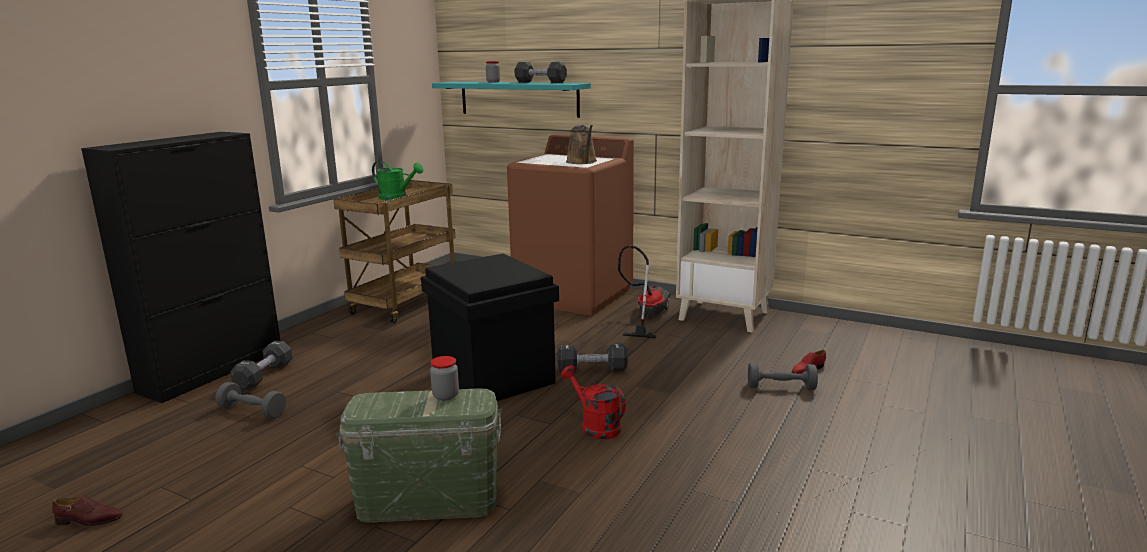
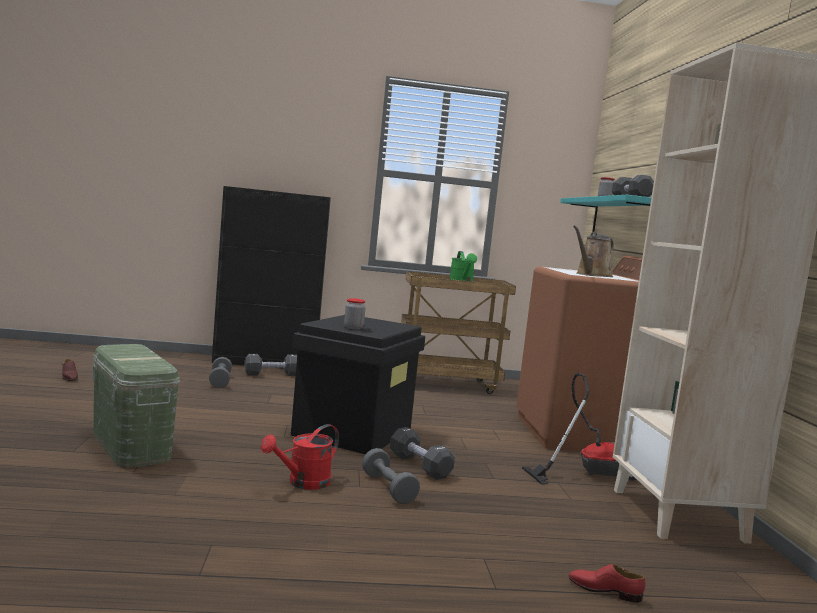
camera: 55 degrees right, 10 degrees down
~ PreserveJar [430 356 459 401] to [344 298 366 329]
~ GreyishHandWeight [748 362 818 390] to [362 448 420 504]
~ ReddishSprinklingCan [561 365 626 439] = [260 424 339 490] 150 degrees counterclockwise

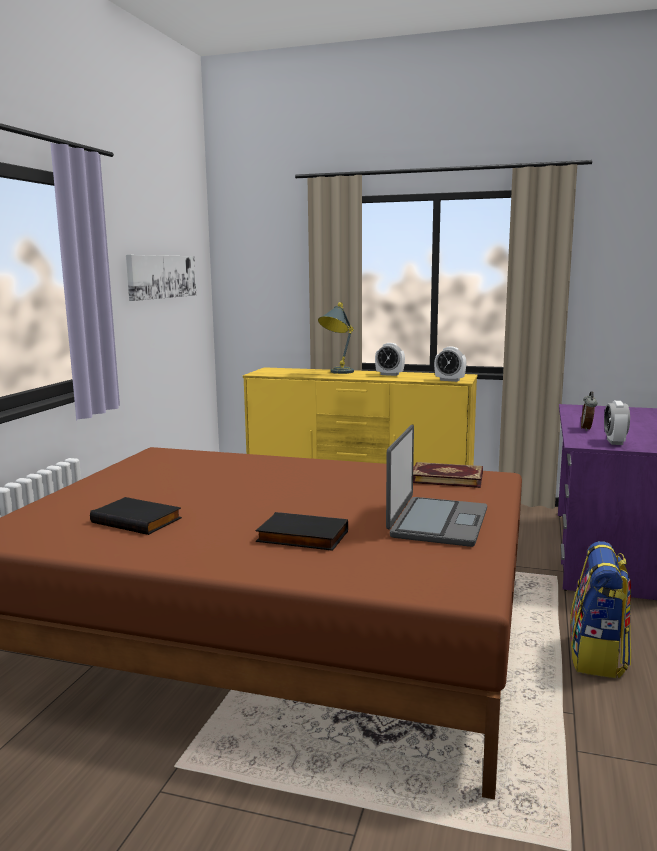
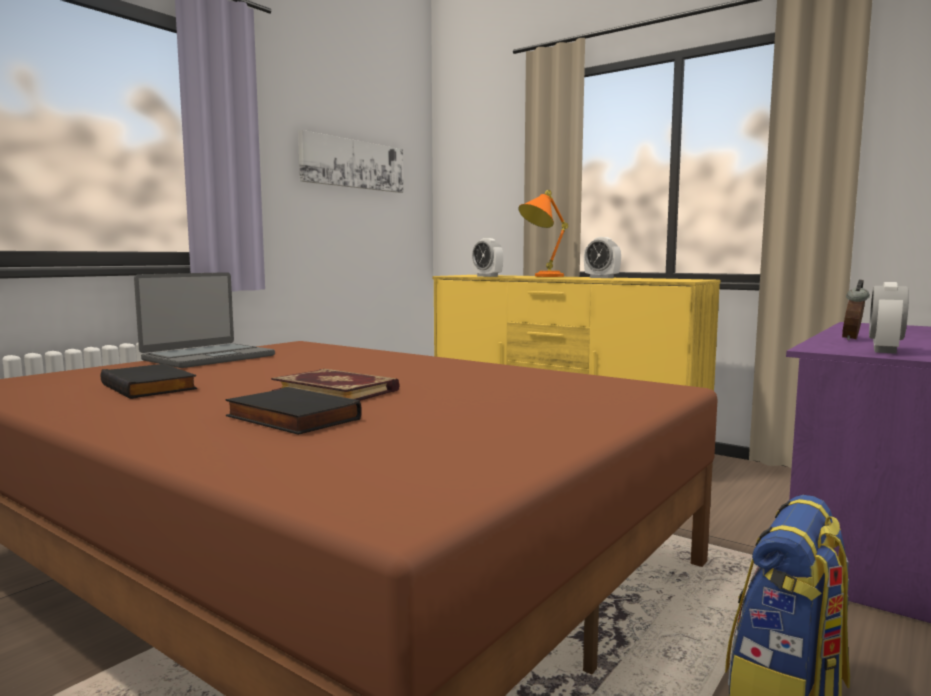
camera: 20 degrees right, 5 degrees down
~ GreyishTableLamp [318 302 354 374] to OrangeColouredTableLamp [518 190 569 277]
~ TableClock [434 347 466 382] to [472 238 503 277]
~ Laptop [386 424 487 547] to [134 272 275 368]
~ Book [413 462 483 488] to [271 369 400 401]

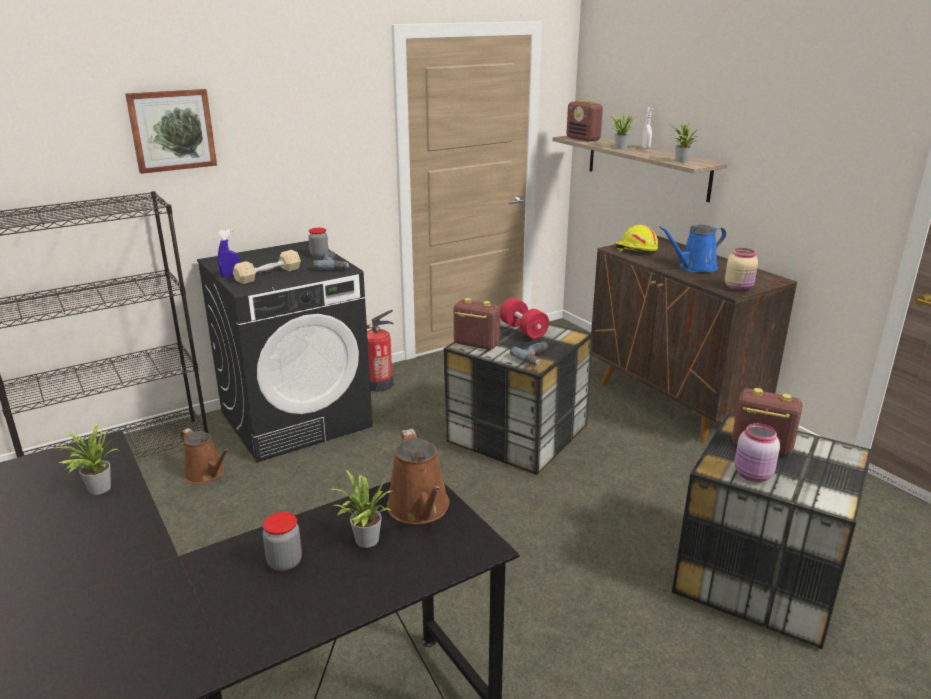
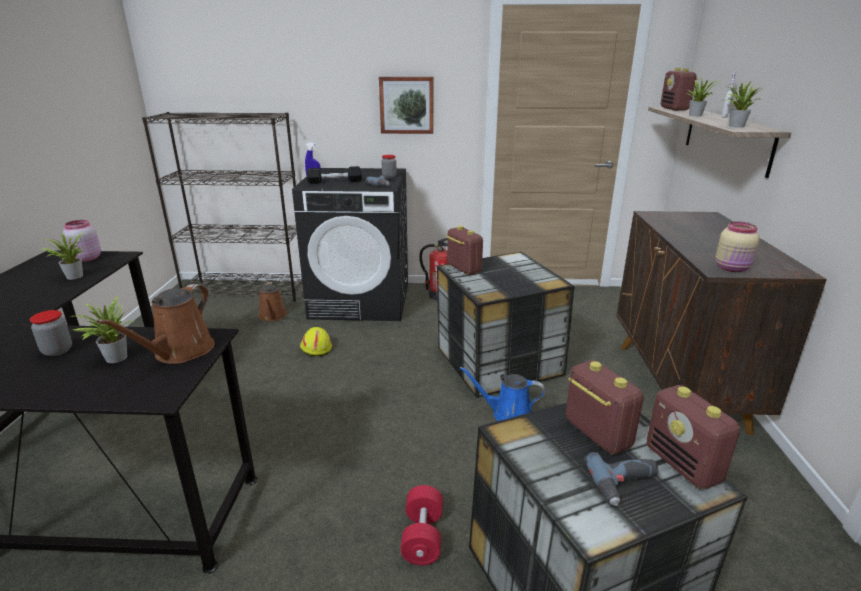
camera: 35 degrees right, 0 degrees up
~ WallArt [125 89 217 174] to [379 77 434 134]
~ YellowHardHat [615 225 658 253] to [300 327 332 357]
~ BluishSprinklingCan [659 225 726 272] to [459 366 545 421]
~ BeigeHandWeight [233 250 301 284] to BlackHandWeight [307 166 362 184]
~ ReddishHandWeight [500 298 549 339] to [400 485 443 565]
~ ElectricDrill [510 341 548 366] to [584 452 658 506]
~ PinkishPreserveJar [735 423 780 482] to [63 220 101 262]
+ Radio [647 385 740 489]

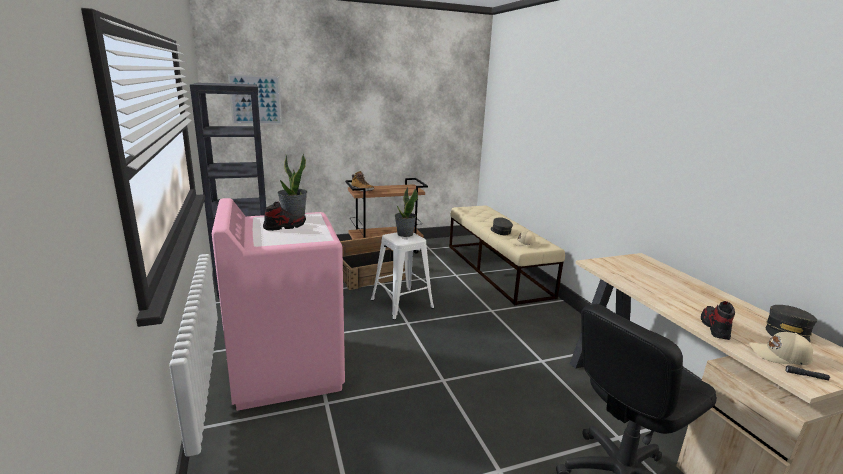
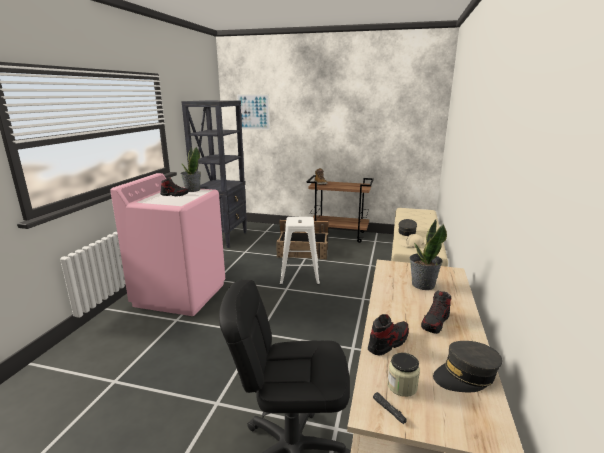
camera: 35 degrees right, 0 degrees up
~ Houseplant [395 187 418 237] to [410 219 447 290]
~ BeigeBaseballCap [749 332 813 365] to PreserveJar [387 353 420 397]
+ Shoe [421 291 451 334]

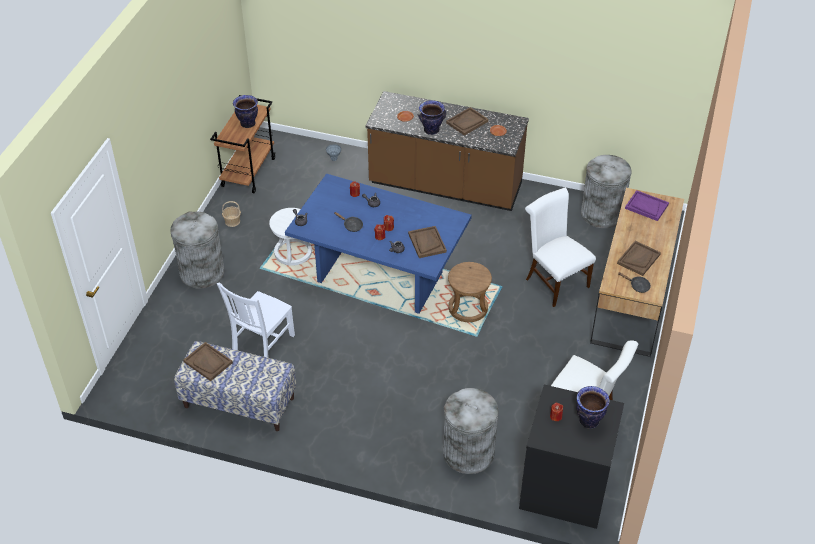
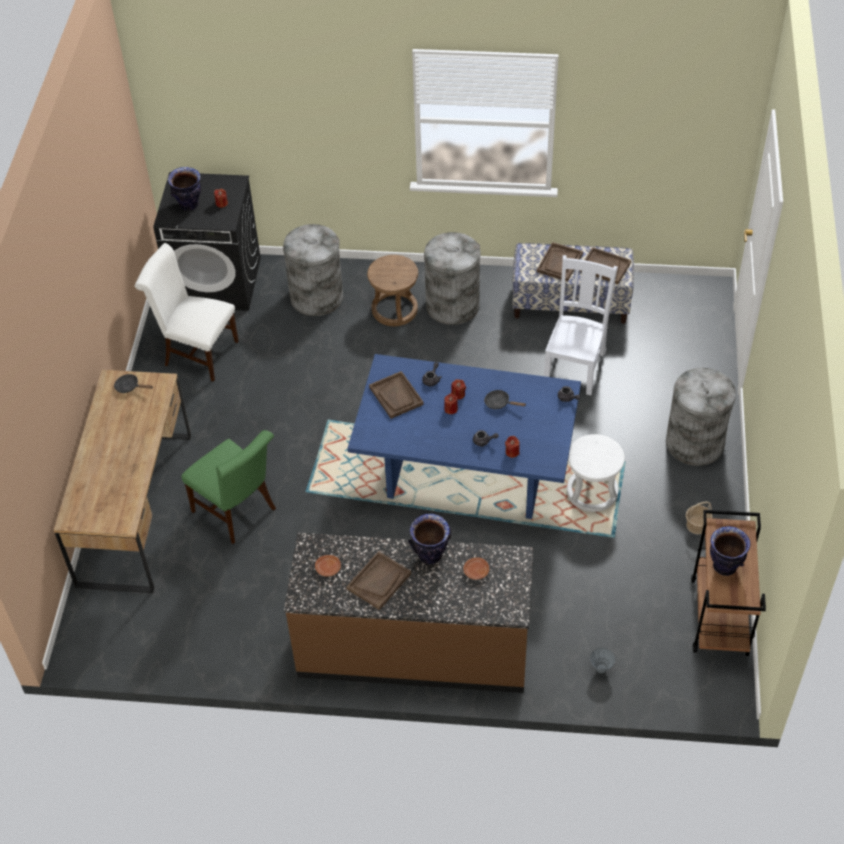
camera: 170 degrees right, 5 degrees up
~ GreyishWasteBin [581 155 631 228] to [424 232 481 325]
~ WhiteUprightChair [525 188 596 307] to GreenUprightChair [181 430 276 544]
- PurpleColouredCarryingTray [625 190 669 221]
~ BrownishCarryingTray [617 241 661 276] to [537 242 583 281]
~ BrownishStoolSeat [448 262 492 322] to [367 255 418 326]

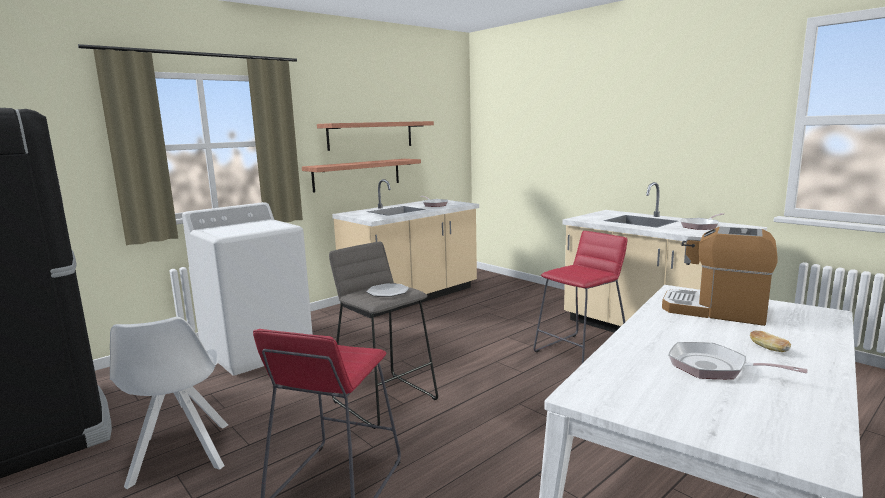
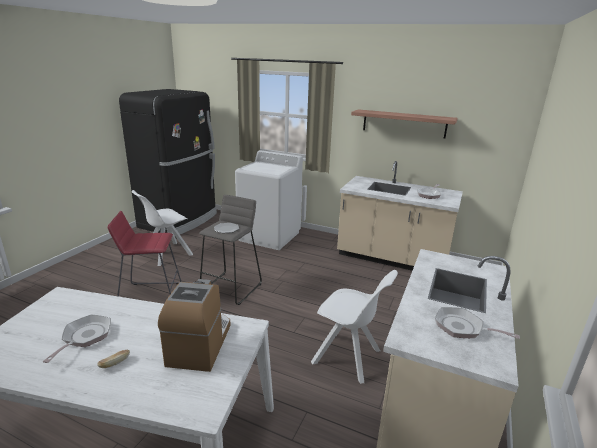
camera: 65 degrees right, 10 degrees up
- Shelf [302 159 421 193]
~ ReddishStoolSeat [533 231 628 364] to WhiteUprightChair [311 270 398 384]

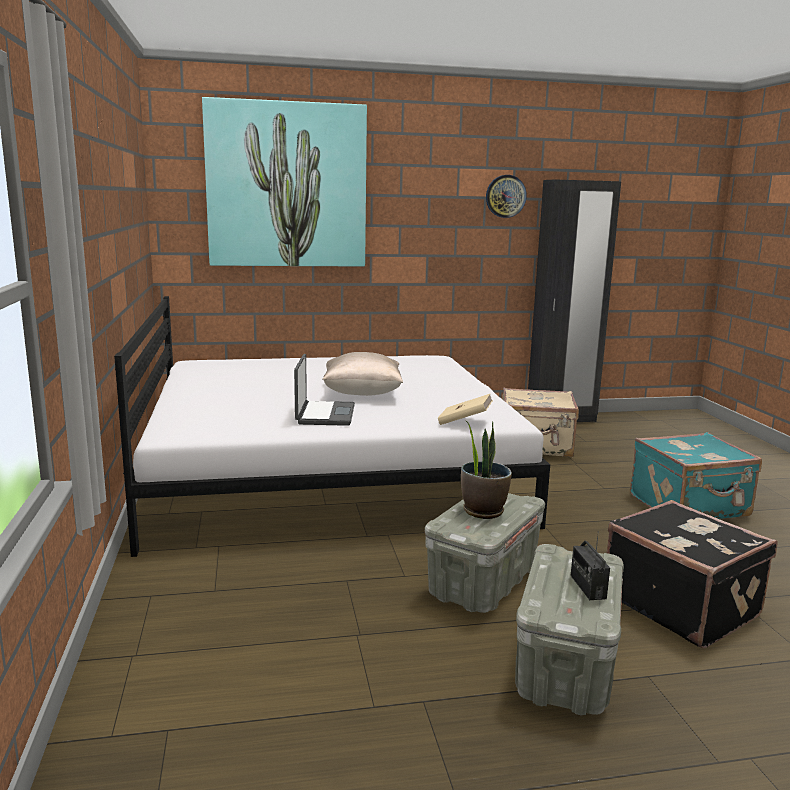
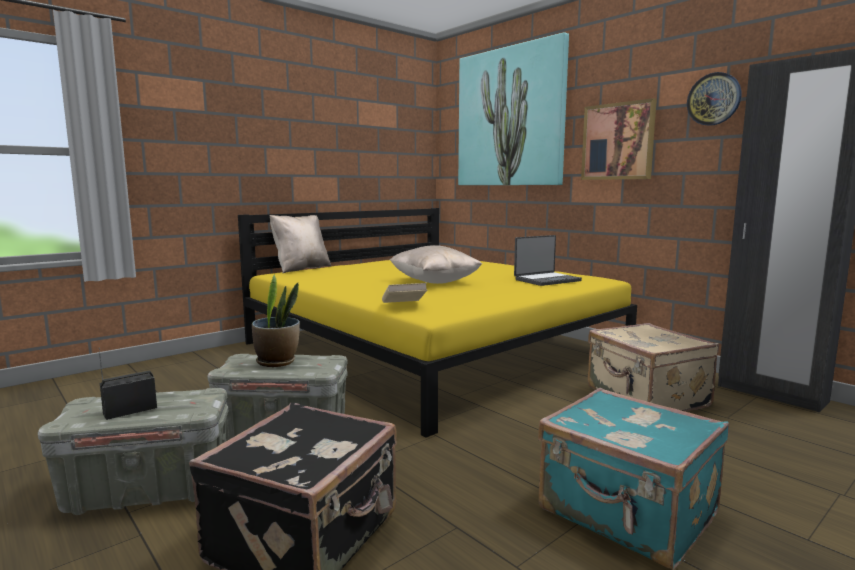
camera: 60 degrees right, 5 degrees down
~ WhiteBedroomBed [114 296 550 557] to YellowBedroomBed [238 208 637 438]
~ Laptop [294 354 355 426] to [514 235 582 286]
+ WallArt [581 98 657 180]
+ BeigePillow [270 215 331 273]

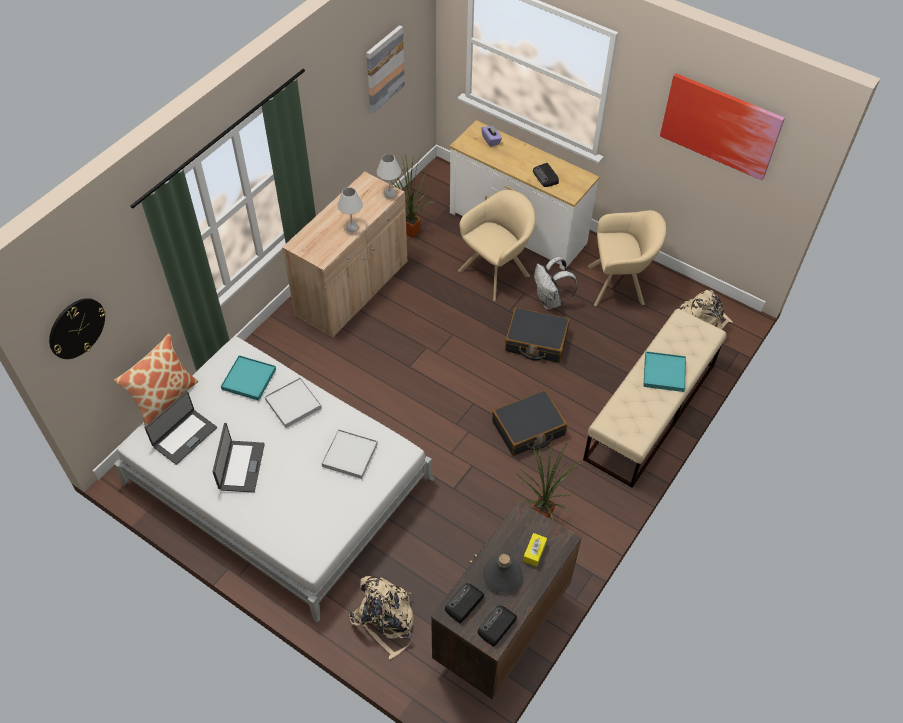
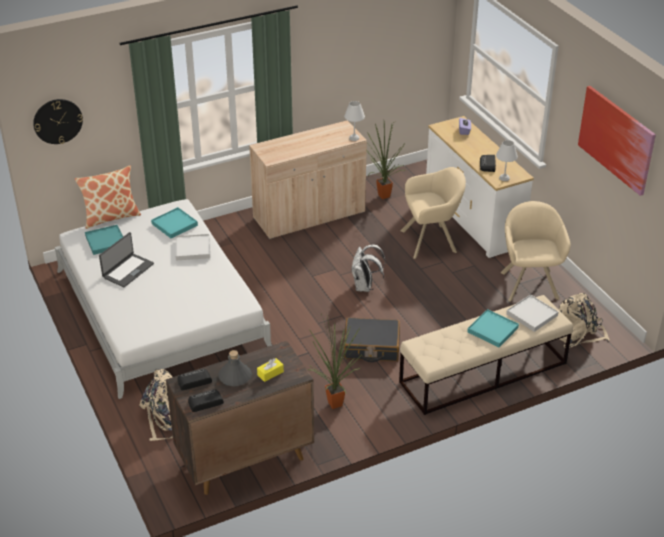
camera: 30 degrees right, 15 degrees down
- WallArt [366 25 405 113]
~ WhiteTableLamp [337 187 363 232] to [496 140 518 181]
~ BeigeArmchair [588 210 666 306] = [501 201 571 302] 120 degrees counterclockwise
~ WhiteBackpack [534 257 578 309] to [352 245 386 292]
- BlackPieceOfLuggage [505 307 570 363]
~ Laptop [145 391 217 465] to TurquoiseColouredCarryingTray [85 225 123 255]
~ WhiteCarryingTray [321 429 378 479] to [506 294 558 332]

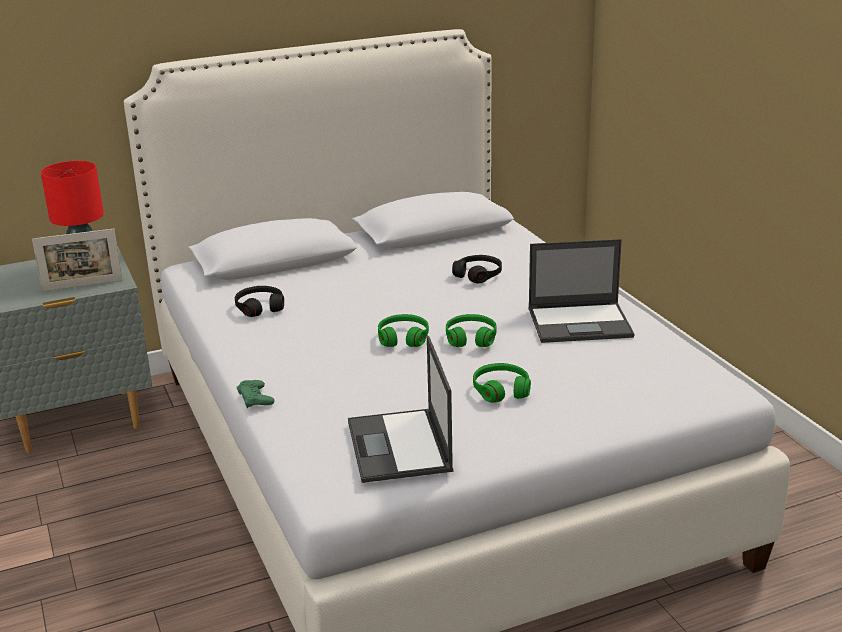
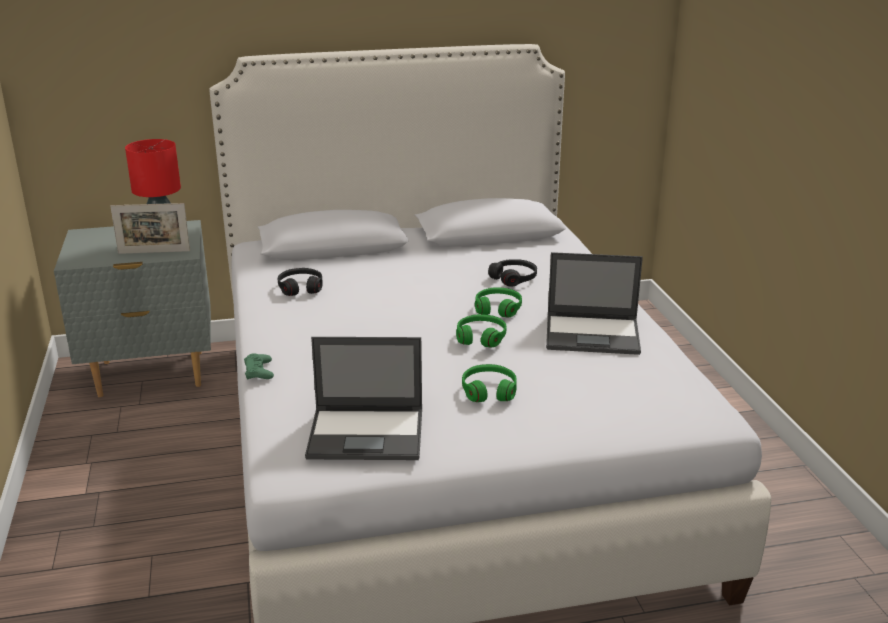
camera: 10 degrees right, 0 degrees up
~ GreenPairOfHeadphones [378 314 429 347] to [475 287 522 317]
~ Laptop [348 336 454 483] = [305 337 422 460] 90 degrees counterclockwise

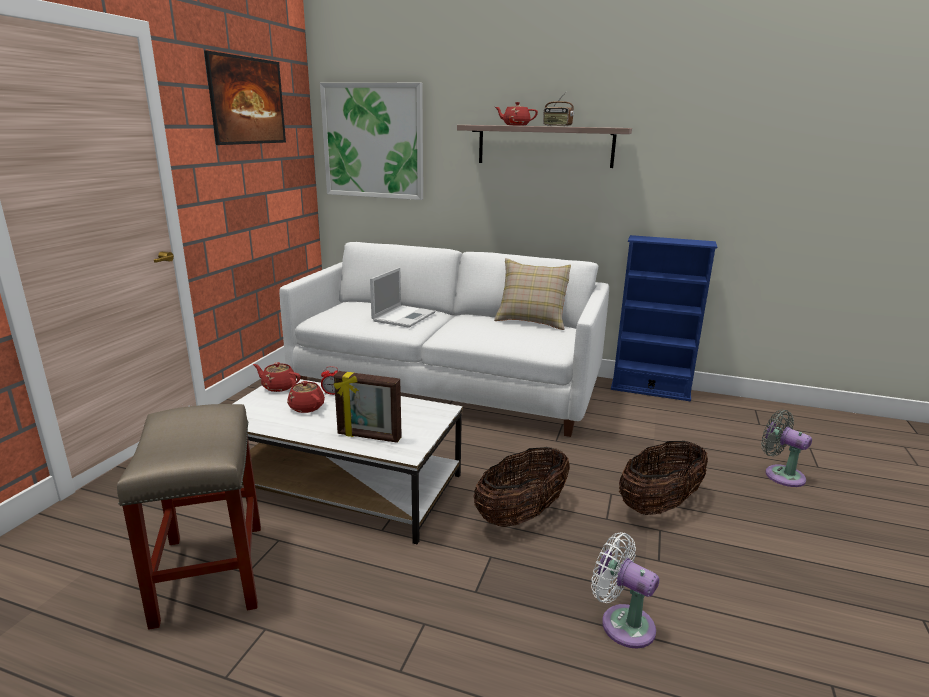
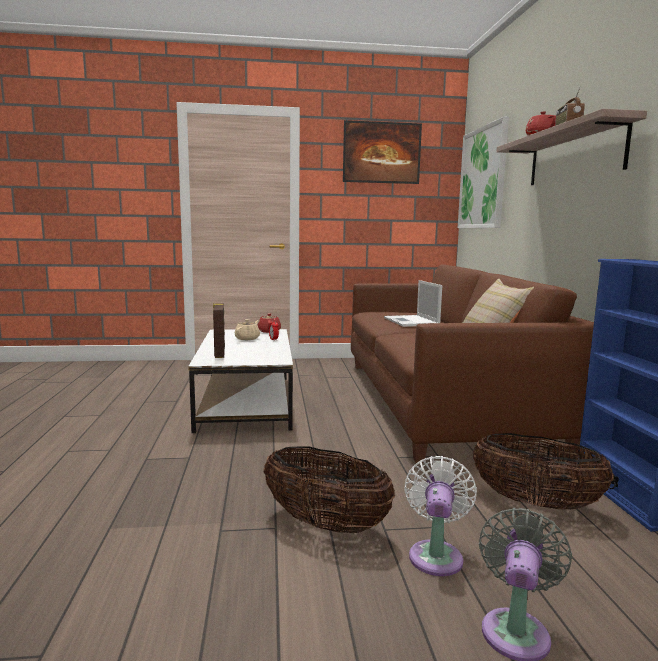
camera: 65 degrees right, 10 degrees down
~ WhiteSettee [279 242 609 437] to BrownishSettee [351 264 594 463]
~ Laptop [370 267 435 328] = [384 280 442 327] 75 degrees clockwise
~ ReddishTeapot [287 378 325 413] to BeigeTeapot [235 319 260 340]
- BeigeStoolSeat [117 404 261 630]
~ HouseholdBasket [473 447 570 527] to [473 433 614 510]
~ WhiteFan [591 532 659 648] to [404 456 477 576]

